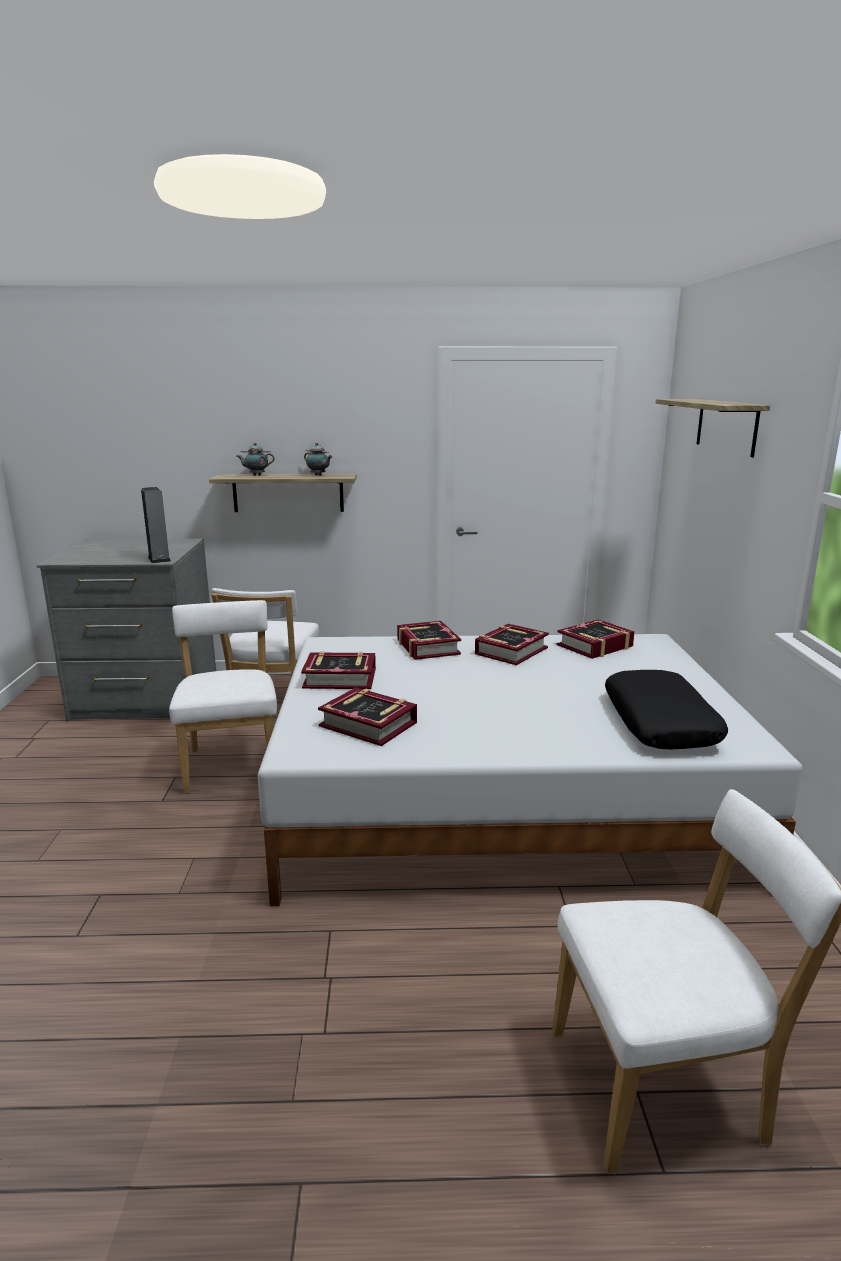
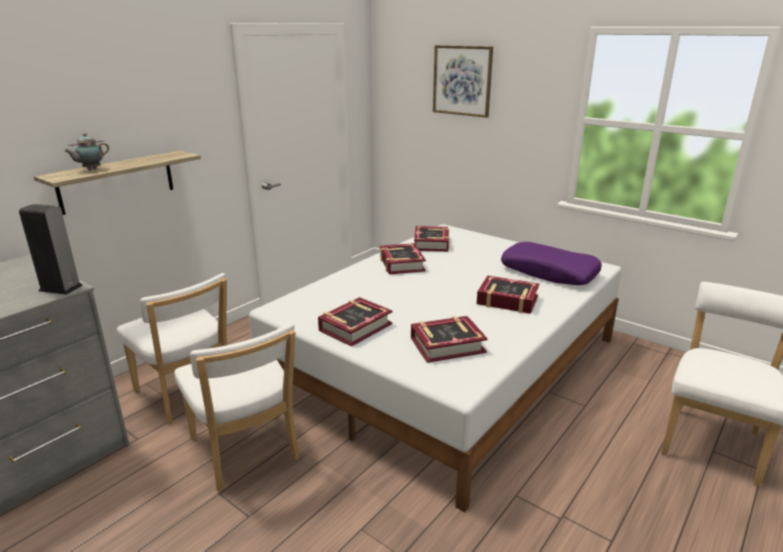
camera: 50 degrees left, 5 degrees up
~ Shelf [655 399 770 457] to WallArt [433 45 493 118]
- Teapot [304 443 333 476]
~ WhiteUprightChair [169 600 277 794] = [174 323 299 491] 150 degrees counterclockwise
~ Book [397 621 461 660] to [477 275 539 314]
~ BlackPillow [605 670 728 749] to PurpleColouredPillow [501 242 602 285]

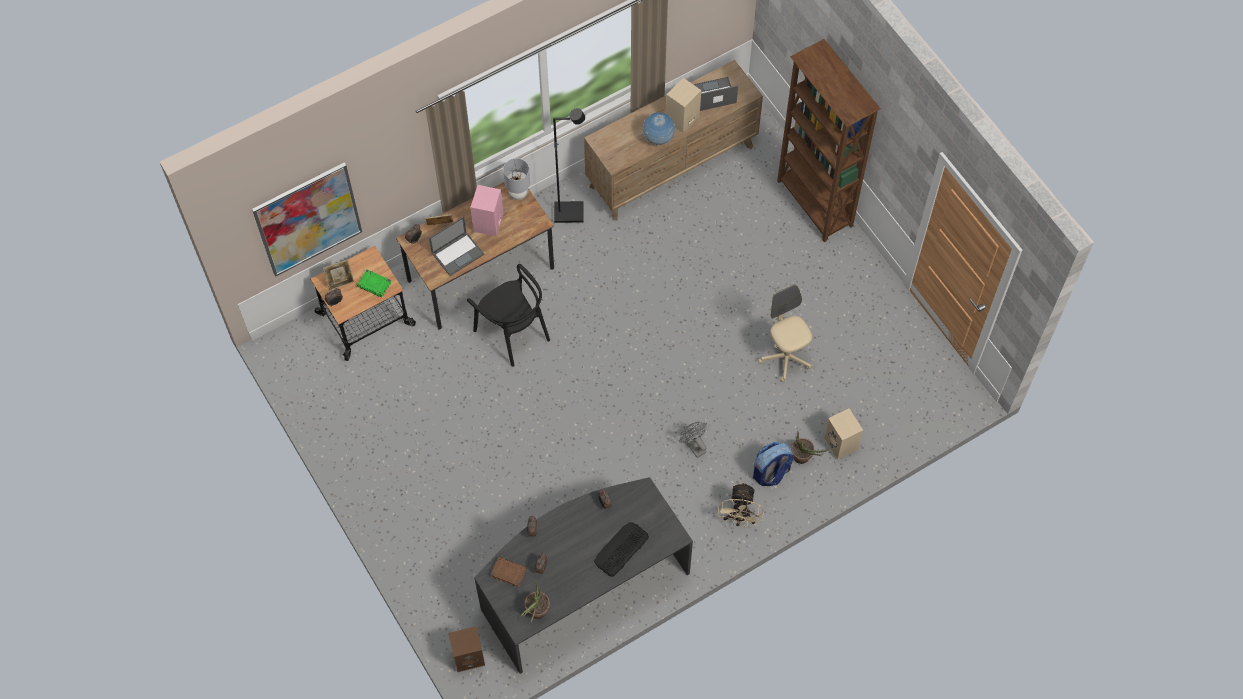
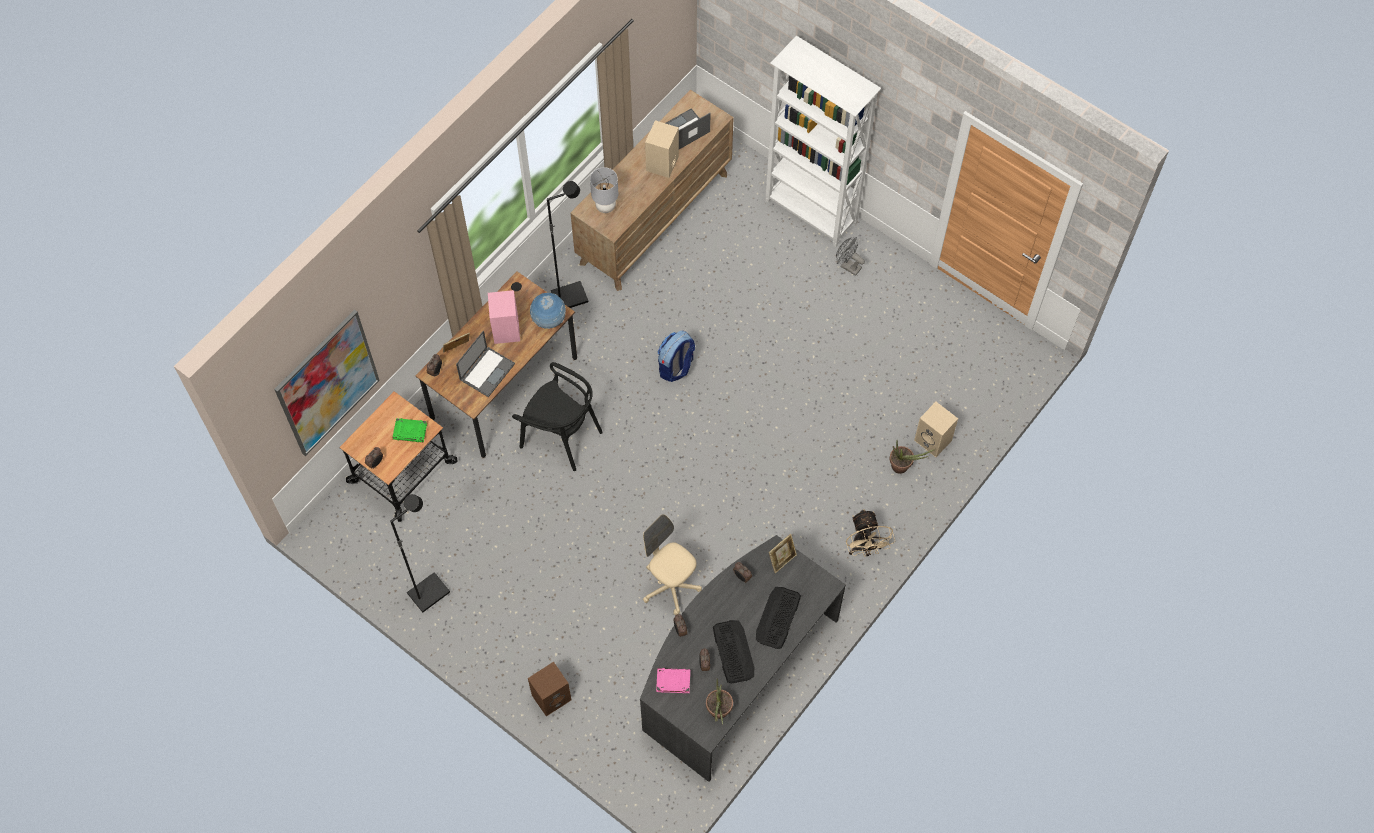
camera: 20 degrees left, 0 degrees up
~ BrownishBookshelf [777 39 881 242] to WhiteBookshelf [765 36 881 247]
~ WorldGlobe [642 112 675 145] to [530 293 566 329]
~ GreyishTableLamp [503 158 530 200] to [590 167 618 213]
~ StandingFrame [323 259 354 290] to [769 534 797 573]
~ BeigeOfficeChair [758 284 812 382] to [643 514 702 615]
~ GreyishFan [679 422 707 458] to [836 237 865 276]
~ Backpack [753 441 794 486] to [657 331 695 382]
~ BrownishBook [490 557 527 587] to PinkishBook [656 668 690 693]
~ BrownishAudioSpeaker [448 626 485 672] to [528 662 571 717]
+ BlackStandardLamp [390 494 450 612]
+ Keyboard [713 620 754 684]

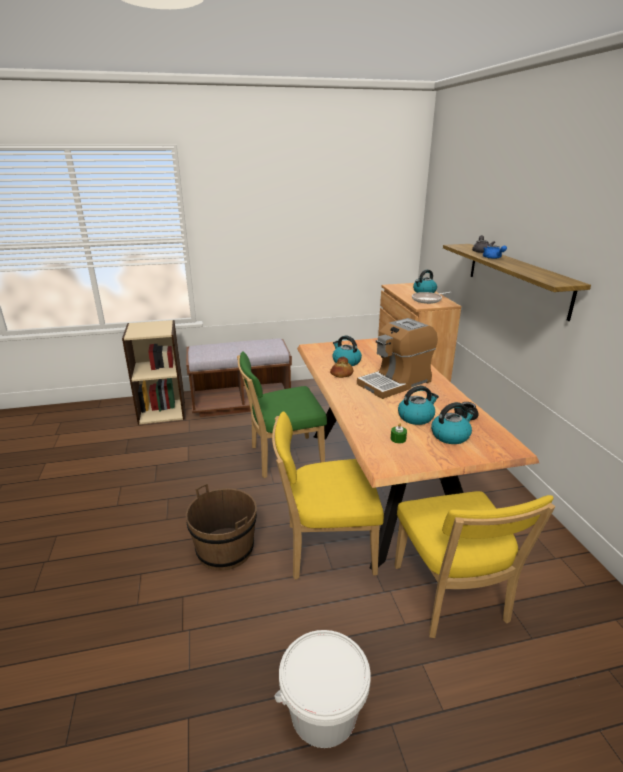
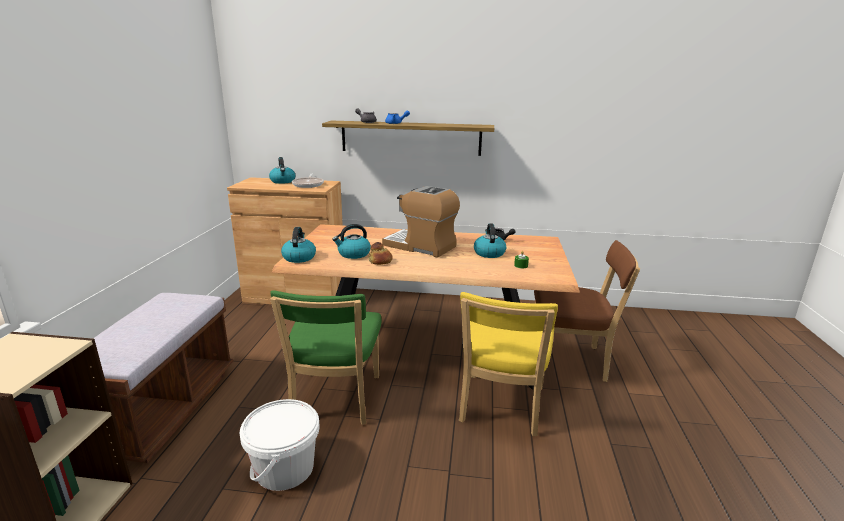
camera: 70 degrees left, 5 degrees down
~ CoffeeMaker [357 318 438 399] = [382 186 460 258] 135 degrees clockwise
~ TeaKettle [431 402 475 444] to [281 227 316 263]
- BrownishWaterBucket [186 484 257 571]
~ YellowUprightChair [394 491 555 638] to BrownishUprightChair [534 240 640 382]
~ WhiteWaterBucket [274 630 371 748] to [240 399 320 491]

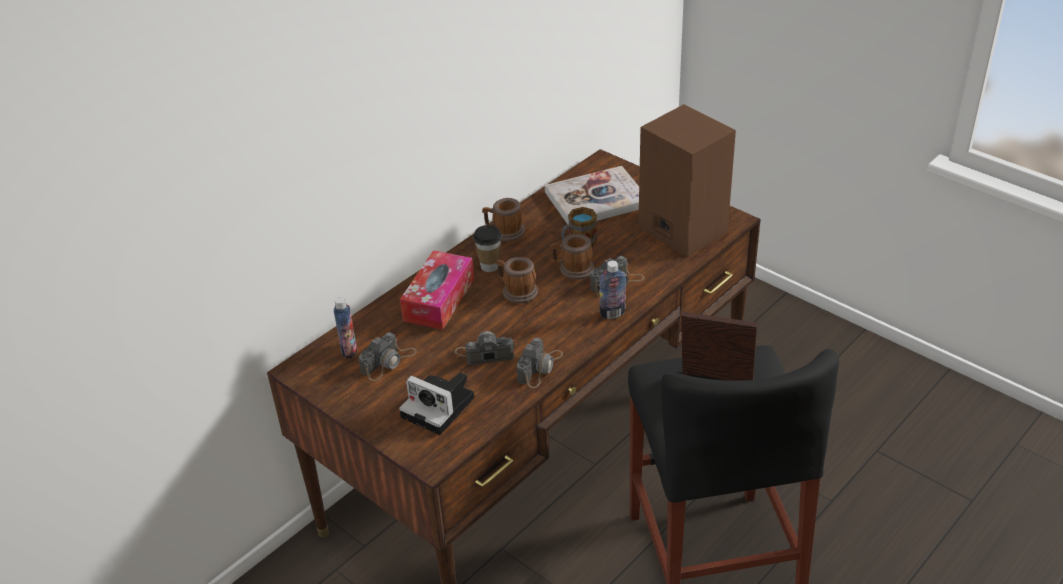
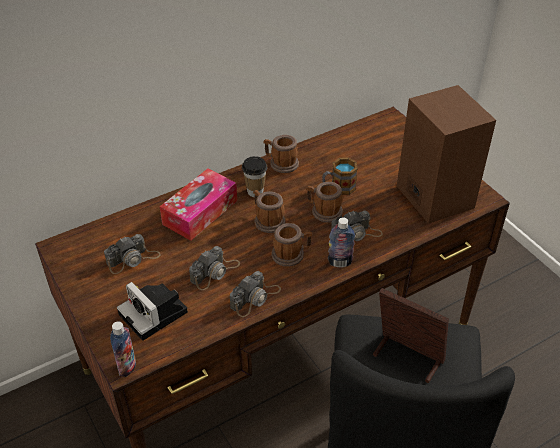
camera: 15 degrees right, 5 degrees up
- Book [545 166 639 225]
~ BeverageBottle [334 297 357 359] to [110 321 136 377]
~ PhotoCamera [455 331 515 365] = [189 246 240 290] 120 degrees clockwise
+ CoffeeMug [272 223 313 267]

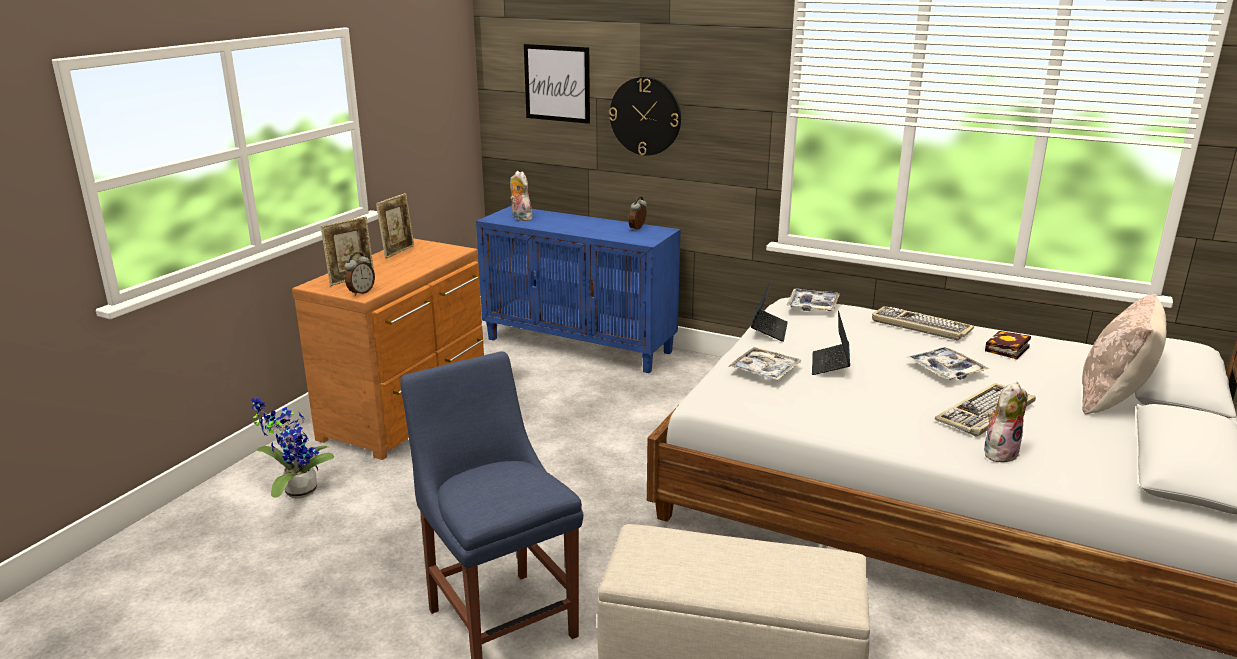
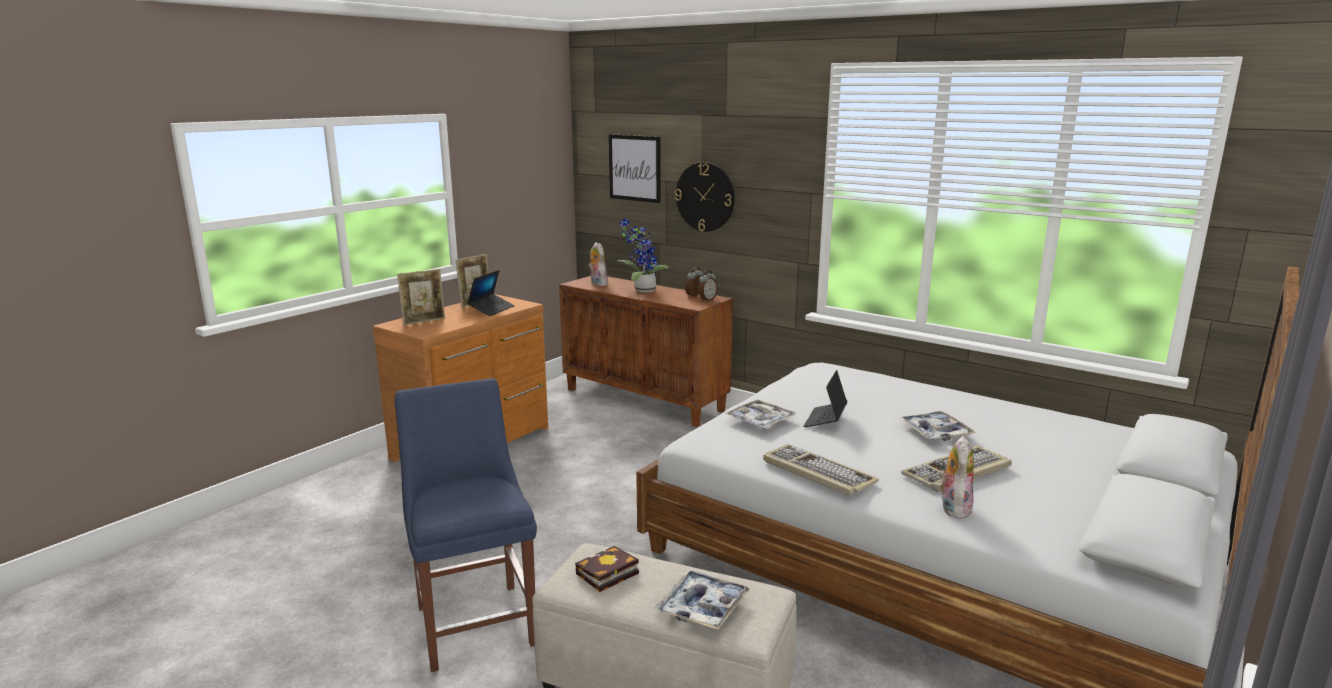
camera: 10 degrees right, 5 degrees down
~ BluishCabinet [476 206 681 373] to BrownishCabinet [559 276 733 427]
~ TableClock [345 252 375 296] to [698 270 718 302]
~ Laptop [751 281 788 342] to [467 270 515 316]
~ CarryingTray [787 288 840 311] to [655 570 750 630]
- BeigePillow [1082 294 1166 415]
~ Keyboard [872 306 974 340] to [763 444 879 496]
~ Book [985 331 1031 359] to [575 546 639 592]
~ CuddlyToy [984 381 1027 462] = [939 436 974 519] 45 degrees counterclockwise
~ Houseplant [252 398 334 499] to [618 218 669 293]

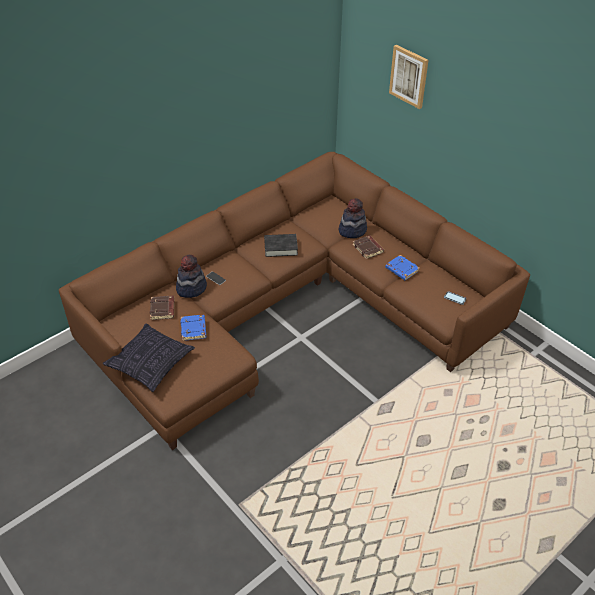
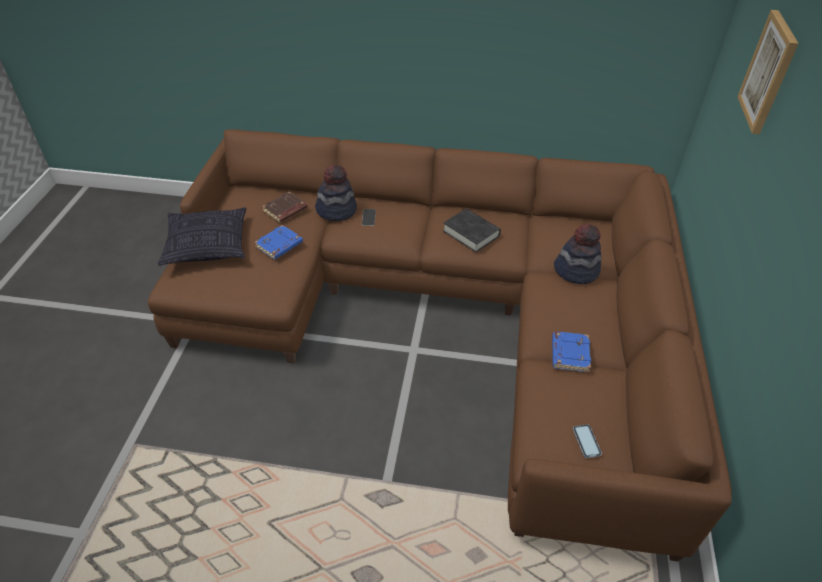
camera: 50 degrees right, 0 degrees up
- BrownishBook [352 235 384 259]

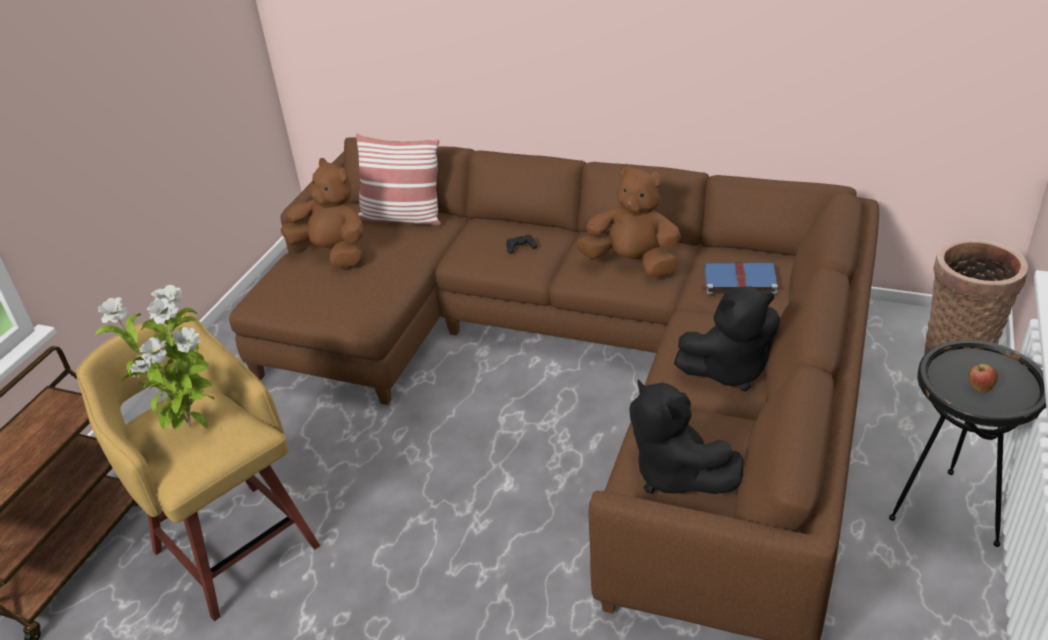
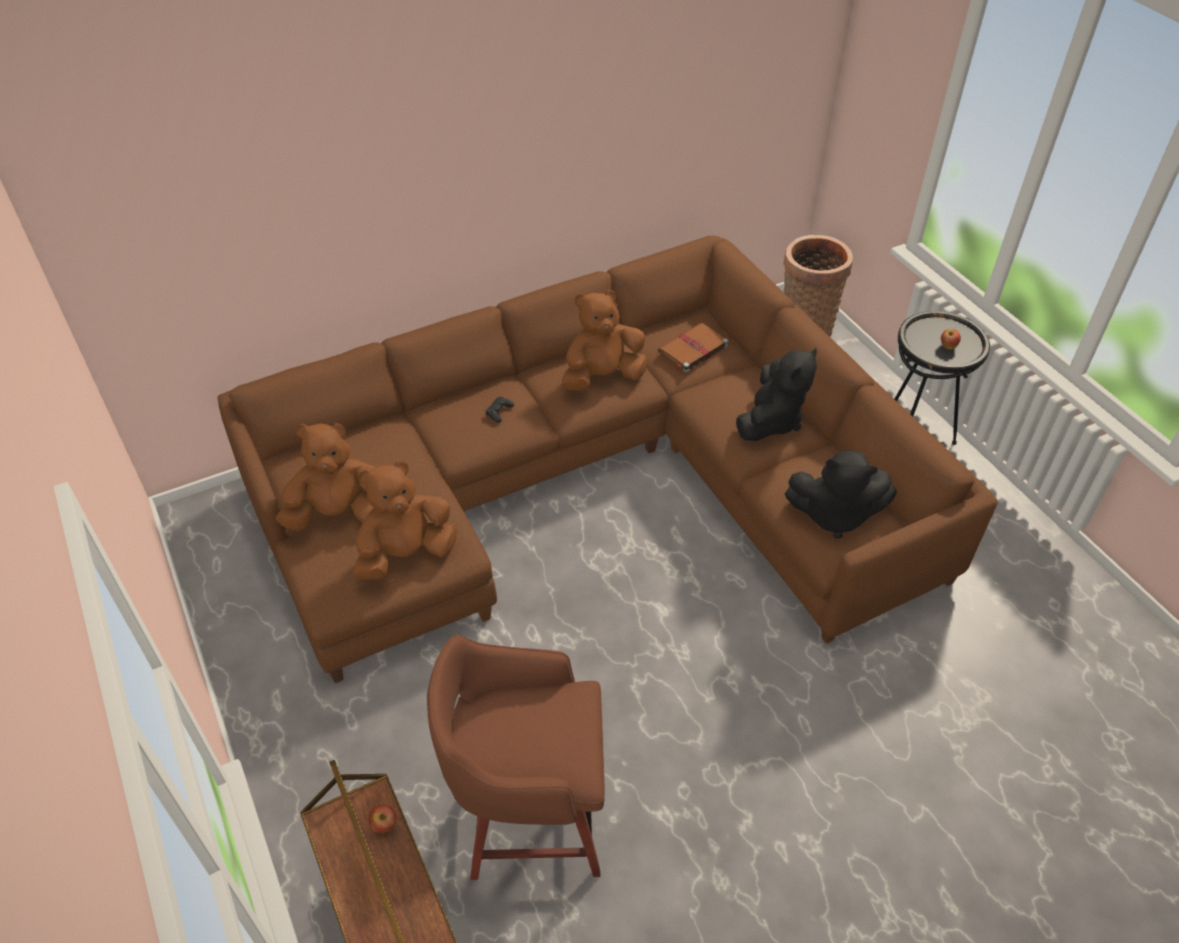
camera: 50 degrees left, 10 degrees up
- Pillow [356 133 441 226]
~ BluishBook [699 262 778 294] to BrownishBook [658 323 729 372]
- Houseplant [95 285 214 431]
~ YellowStoolSeat [76 312 320 621] to BrownishStoolSeat [427 635 605 880]
+ BrownishCuddlyToy [353 461 457 580]
+ AppleFruit [369 804 397 833]

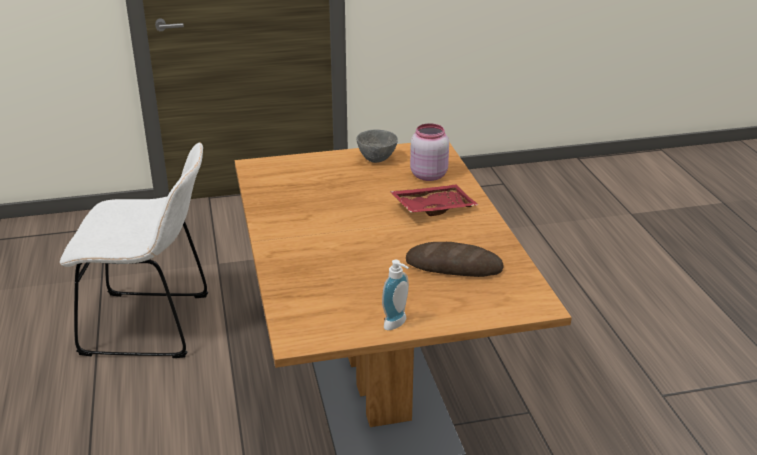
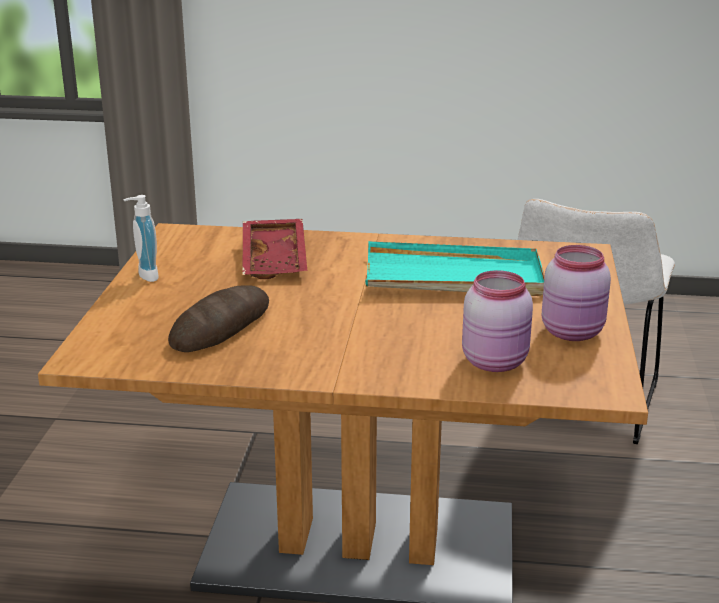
camera: 110 degrees right, 5 degrees down
~ GreyishServingBowl [356 130 398 163] to PinkishPreserveJar [542 245 611 341]
~ ReddishCarryingTray [390 184 478 216] to [243 219 307 279]
+ TurquoiseColouredCarryingTray [366 241 545 296]

